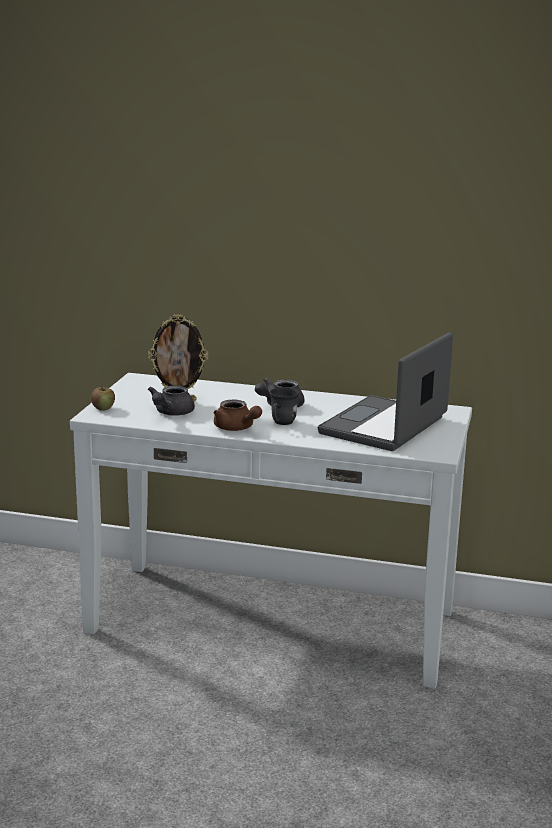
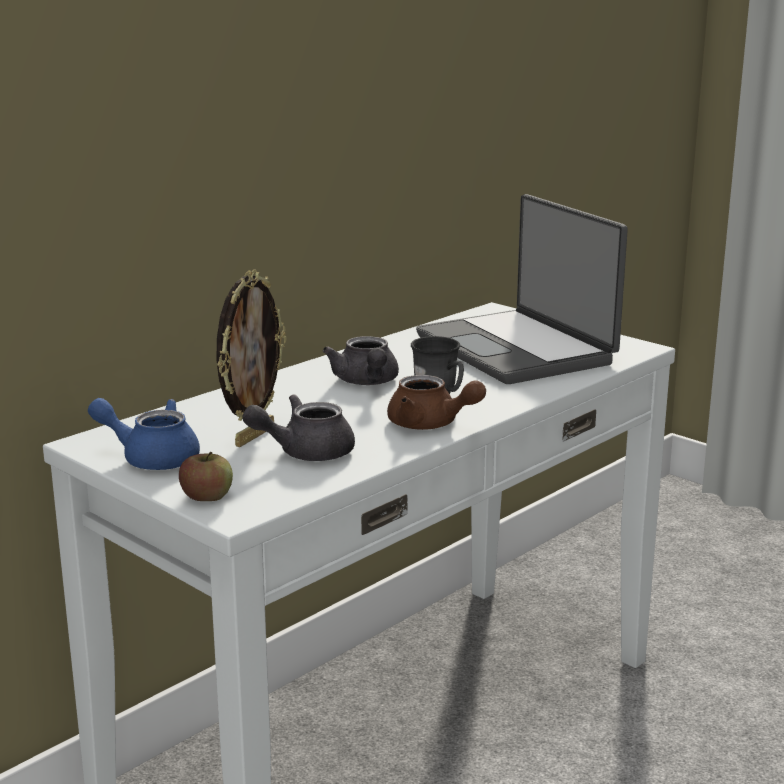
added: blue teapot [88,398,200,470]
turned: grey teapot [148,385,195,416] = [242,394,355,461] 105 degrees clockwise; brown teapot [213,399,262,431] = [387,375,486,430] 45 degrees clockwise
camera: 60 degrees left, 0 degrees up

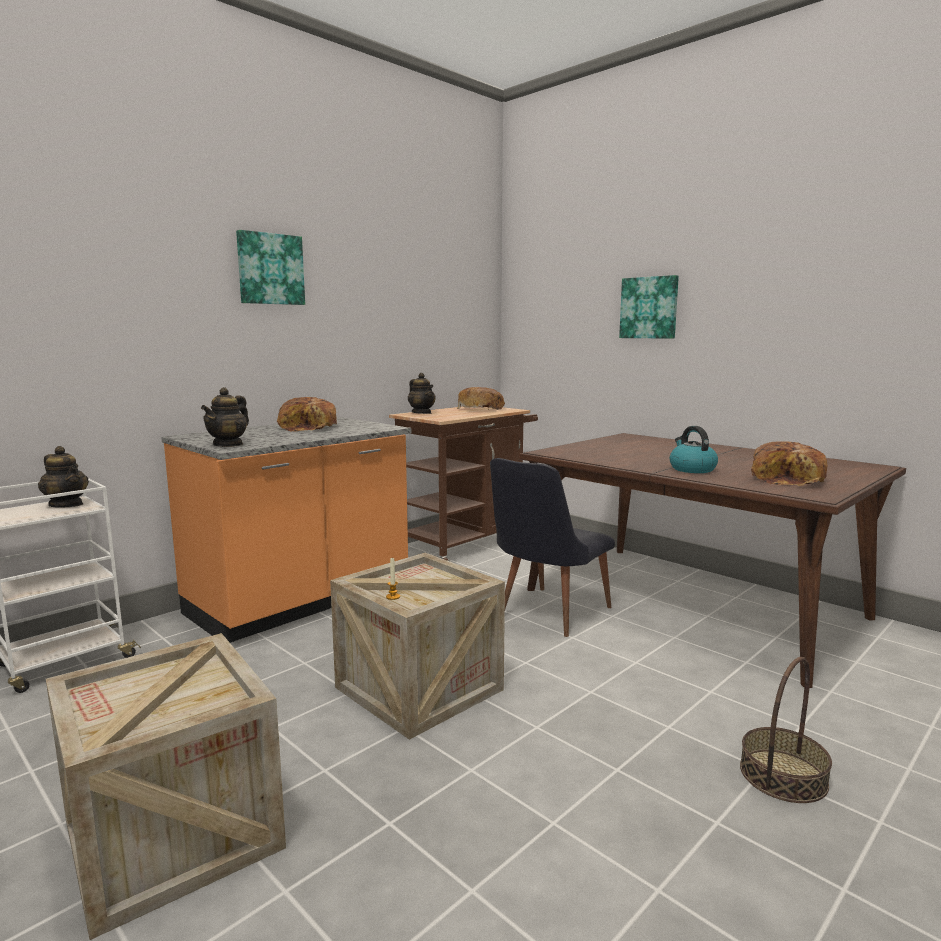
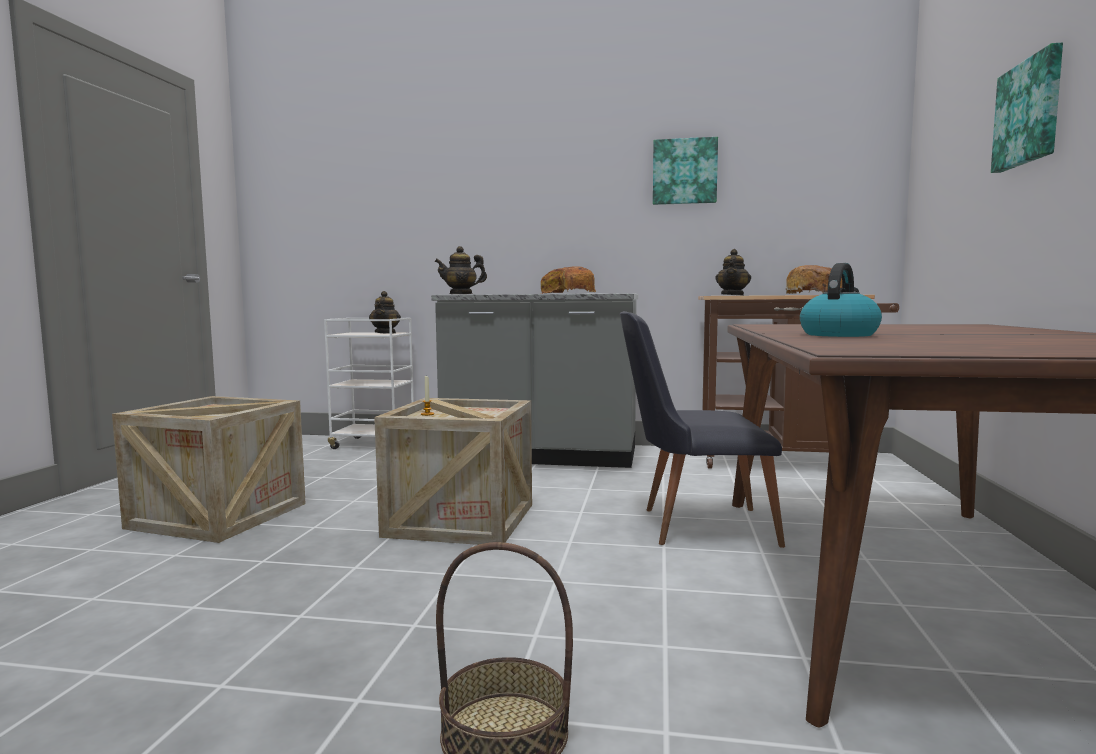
removed: bread [751,441,828,486]
moved: picture [236,230,305,305] to [653,137,718,205]
recoloured: orange counter [161,417,412,643] to grey counter [431,293,638,468]
camera: 55 degrees right, 5 degrees down

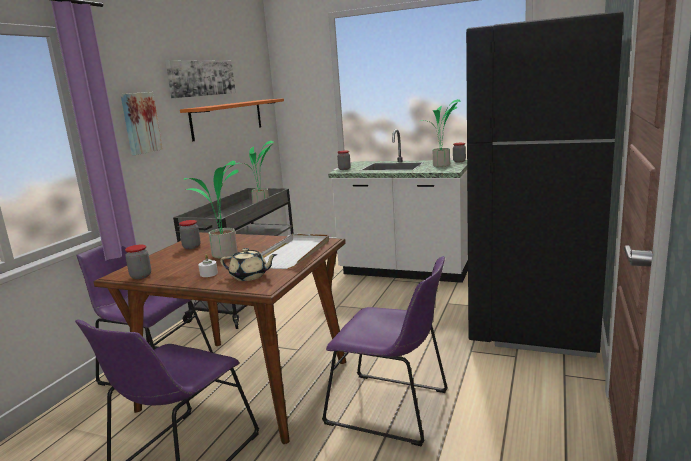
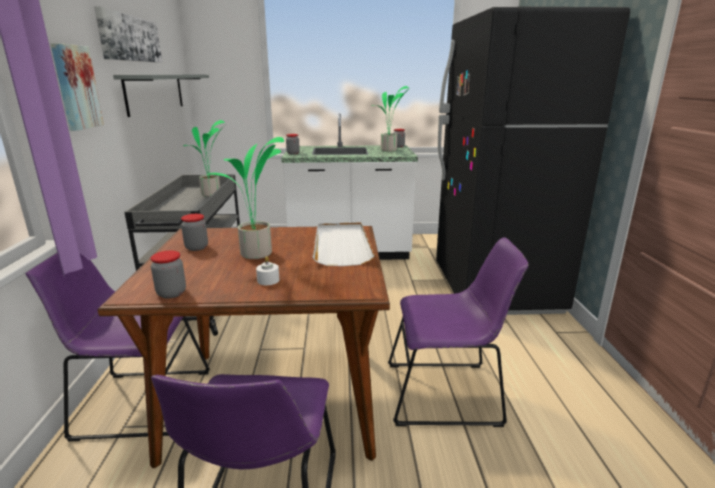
removed: beige teapot [220,248,277,281]
recoloured: orange shelf [180,98,284,141] to grey shelf [113,75,209,117]
camera: 25 degrees left, 5 degrees up

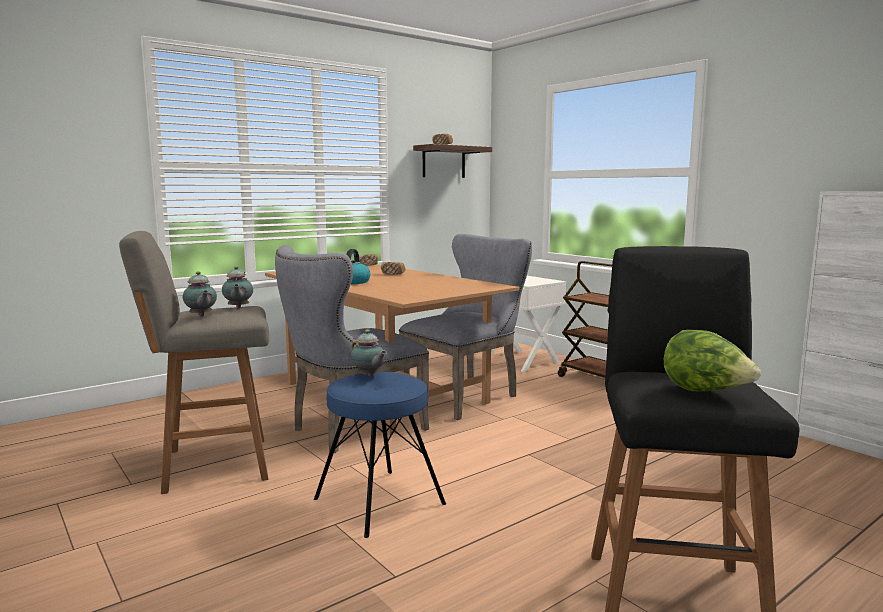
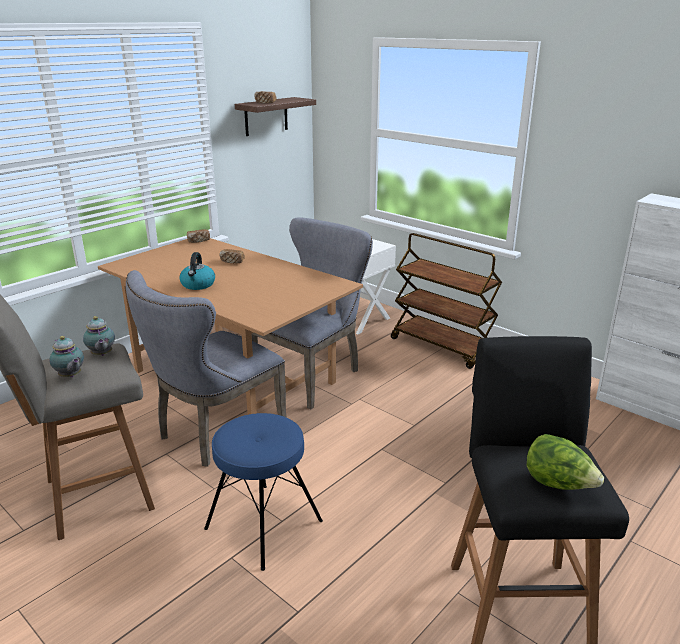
removed: teapot [351,330,387,377]
camera: 10 degrees left, 15 degrees up

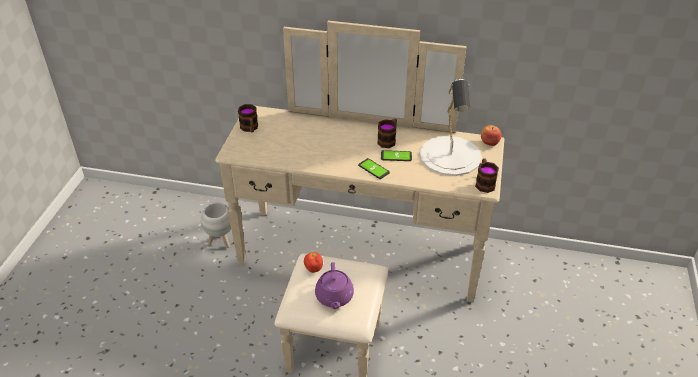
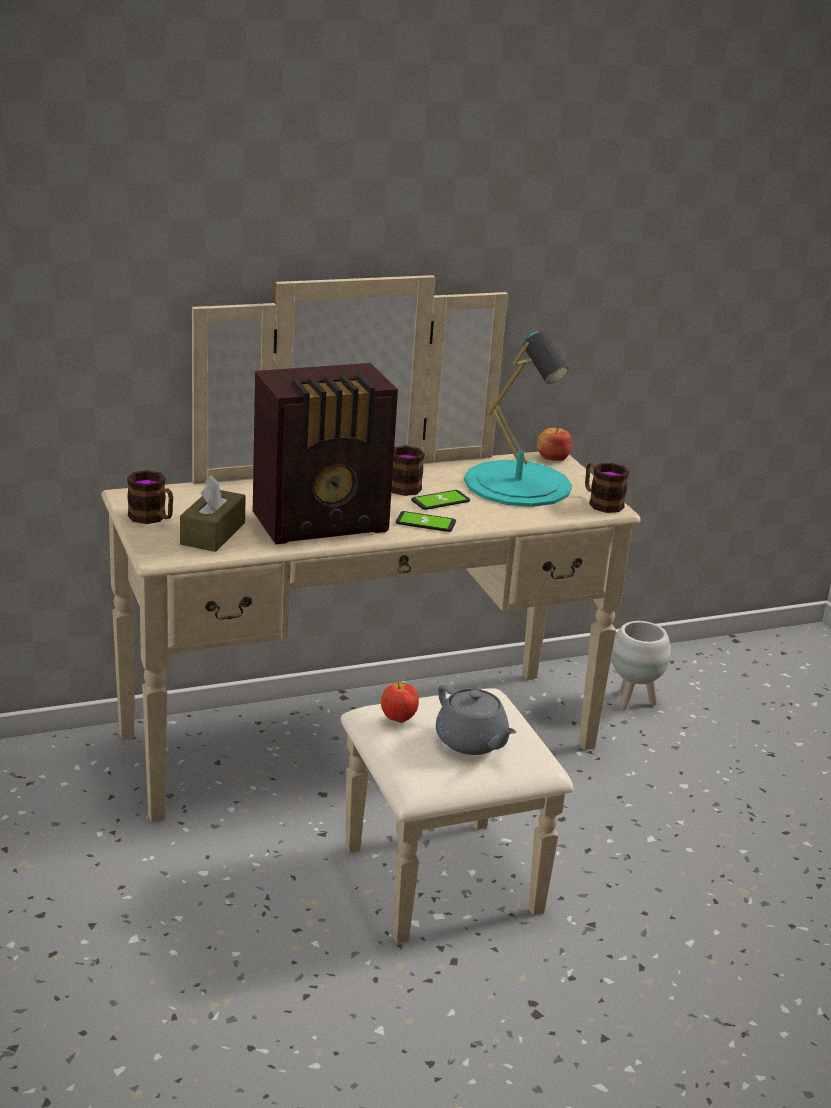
added: brown tissue box [180,476,246,552]; radio [253,363,398,544]
moved: white planter [201,202,231,248] to [611,621,671,710]
recoloured: purple teapot [315,262,354,309] to grey teapot [436,685,516,755]; white table lamp [420,78,482,176] to turquoise table lamp [464,331,572,507]
camera: 35 degrees left, 15 degrees down

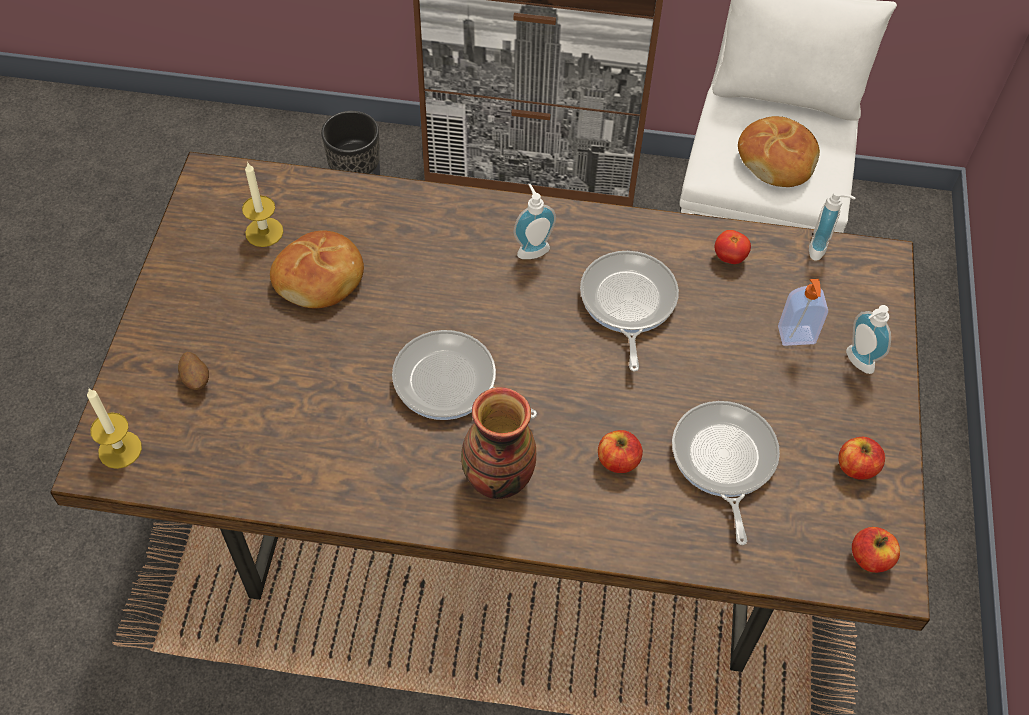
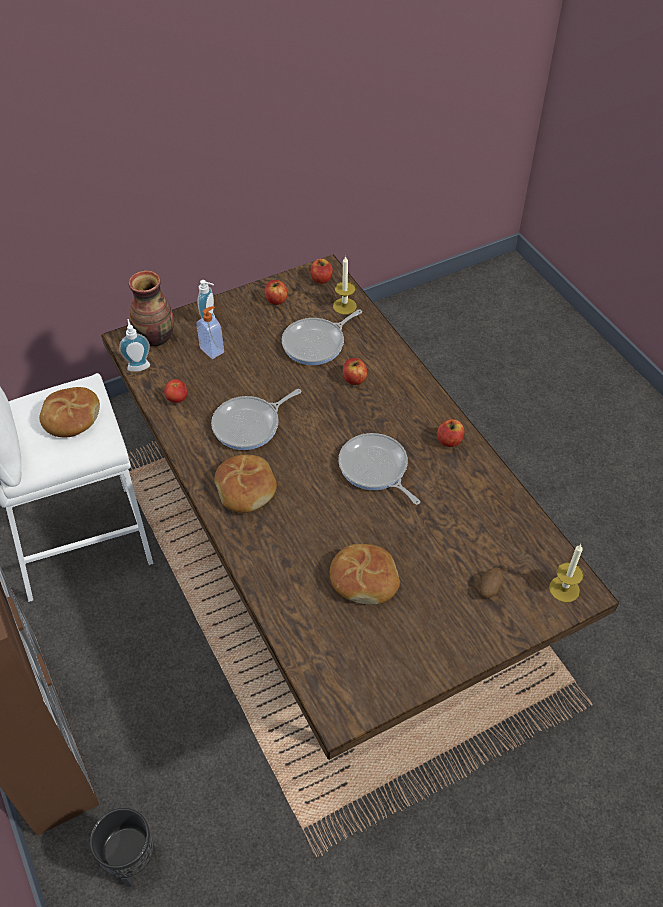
added: apple [437,419,464,447]
moved: vase [461,387,536,499] to [129,271,174,346]; candle [242,162,283,247] to [333,256,357,315]
replaced: soap dispenser [514,184,556,259] to bread [214,454,277,513]
turned: frying pan [392,330,537,420] = [338,433,420,505] 150 degrees clockwise
camera: 125 degrees left, 5 degrees down

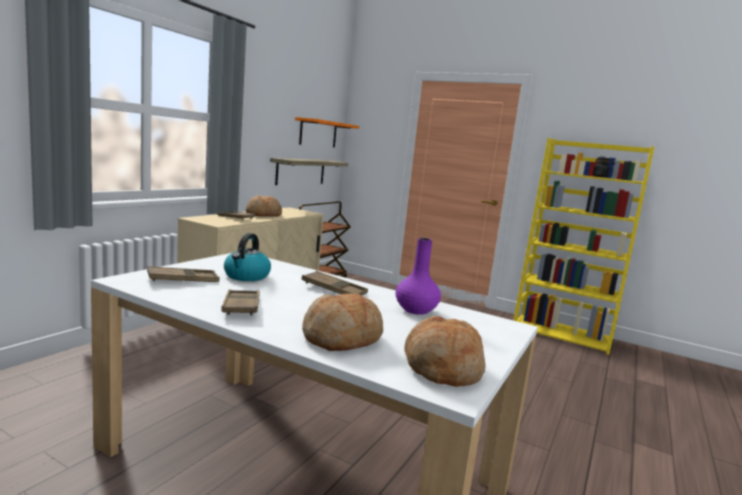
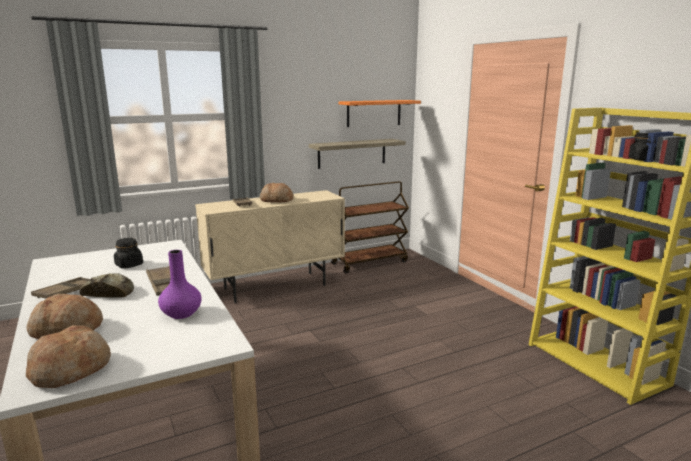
removed: brown tray [147,266,219,282]
added: bread [79,273,134,297]
replaced: kettle [224,233,271,281] to black jar [114,238,143,269]
camera: 35 degrees right, 5 degrees up

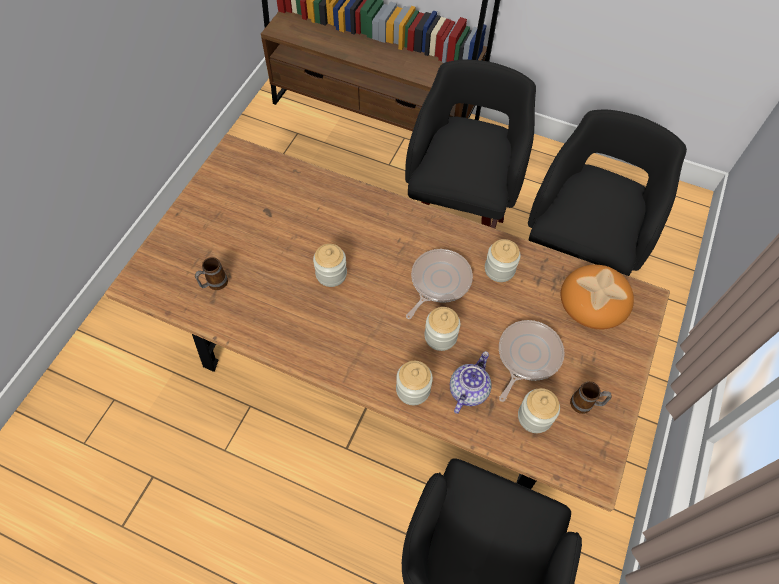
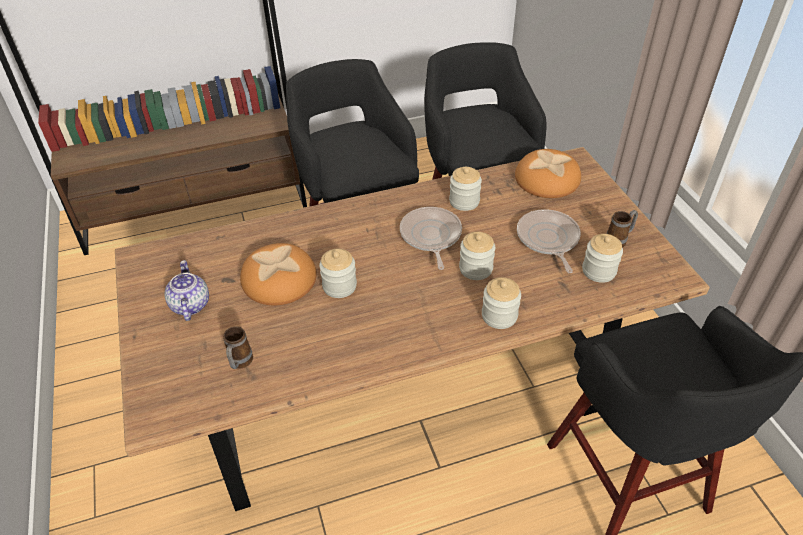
added: bread [240,243,317,305]
moved: teapot [450,351,492,414] to [165,260,209,321]
camera: 40 degrees left, 15 degrees down

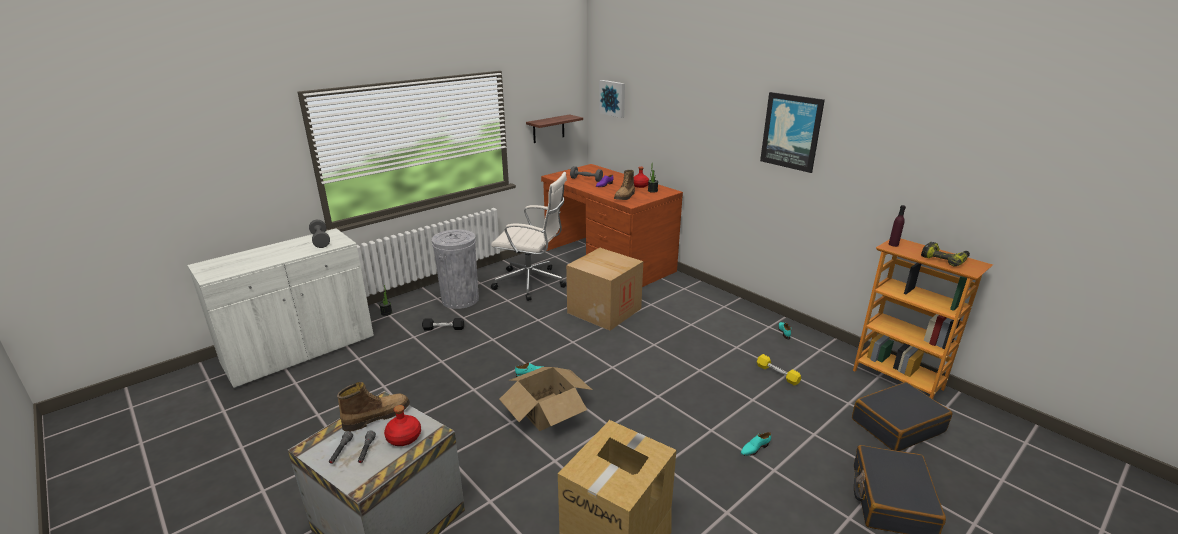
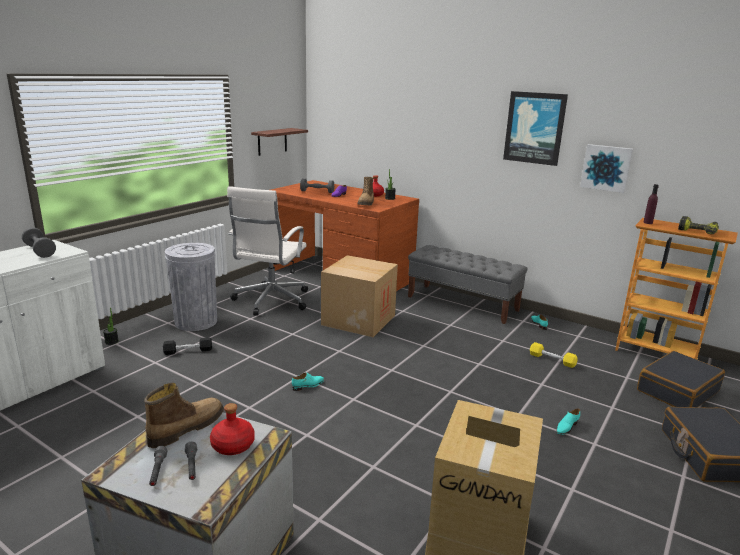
removed: cardboard box [499,367,592,431]
added: grey bench [408,245,528,324]
moved: picture [599,80,625,118] to [580,144,633,193]
turned: white office chair [491,172,567,301] = [227,186,308,316] 105 degrees clockwise
camera: 15 degrees left, 5 degrees down

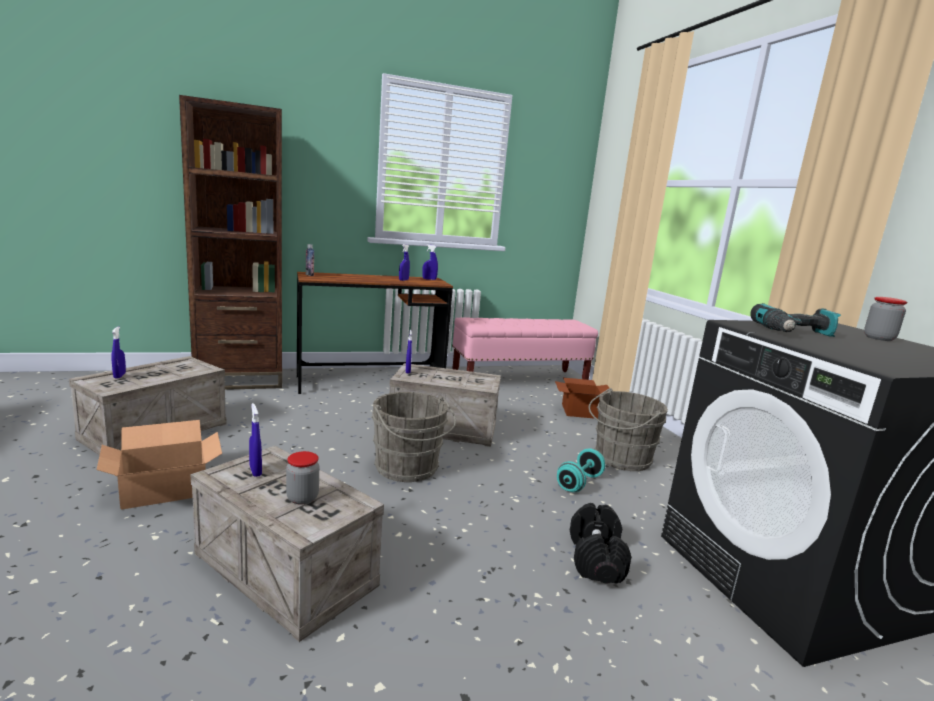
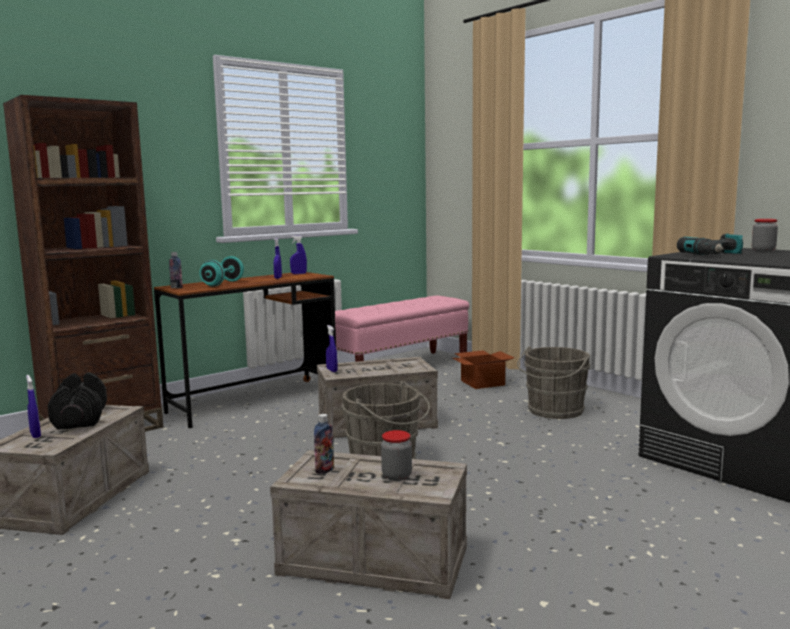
removed: cardboard box [96,420,222,510]
moved: black dumbbell [570,503,631,583] to [48,372,107,430]; turquoise dumbbell [557,448,605,492] to [199,256,244,287]
replaced: blue spray bottle [249,403,262,477] to bottle [314,414,334,474]
camera: 20 degrees left, 5 degrees down

